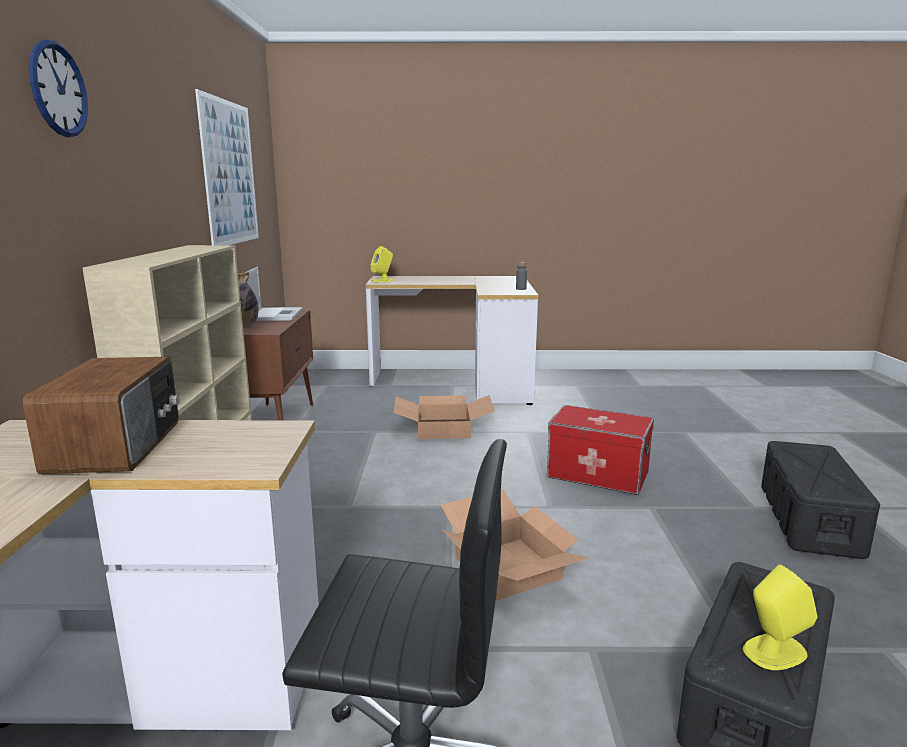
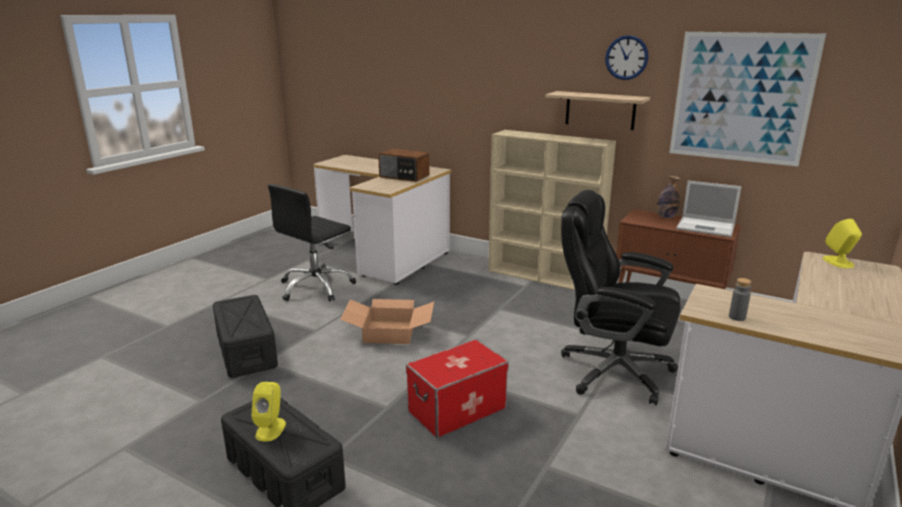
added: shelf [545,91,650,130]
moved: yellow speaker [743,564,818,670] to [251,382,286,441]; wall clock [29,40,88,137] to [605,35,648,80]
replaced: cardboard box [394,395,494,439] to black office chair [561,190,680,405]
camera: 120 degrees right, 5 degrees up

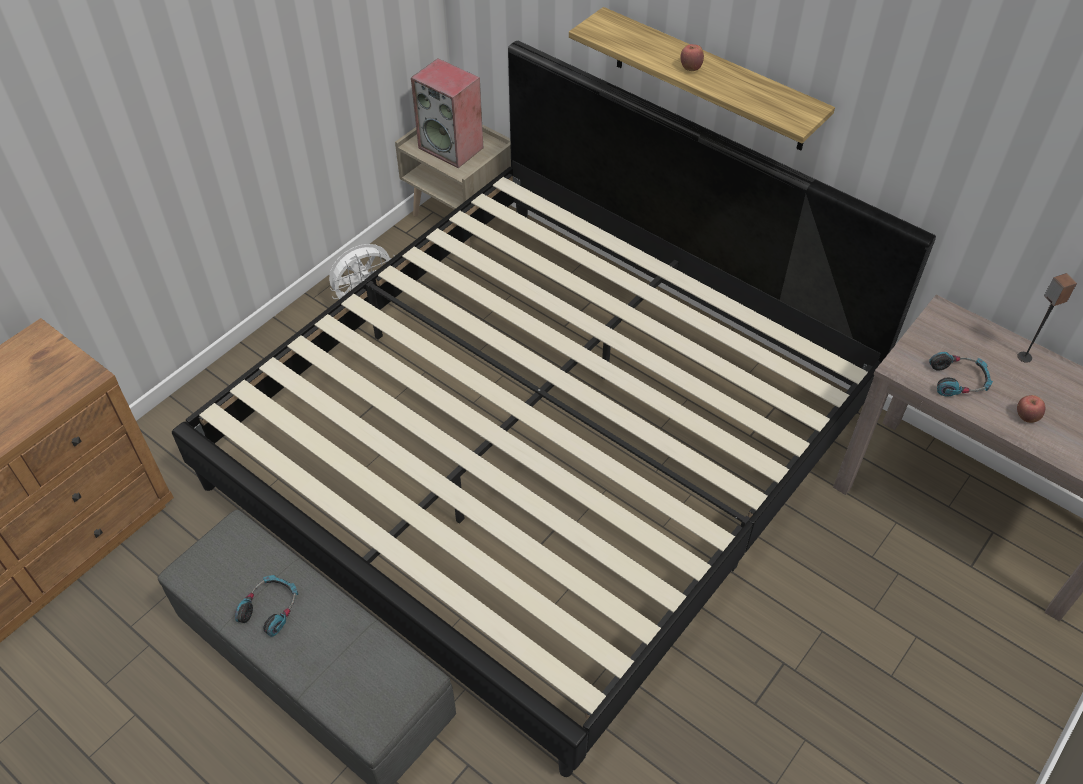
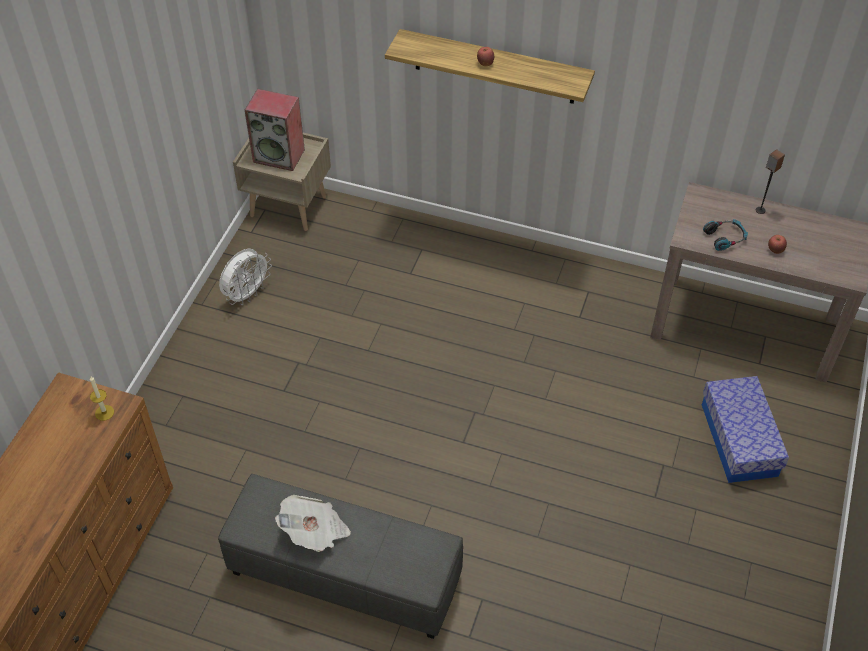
removed: bed [172,41,936,777]
added: candle [90,377,114,421]; storage box [702,376,789,483]
replaced: headphones [235,575,298,637] to newspaper [275,495,351,552]
camera: 20 degrees left, 0 degrees up

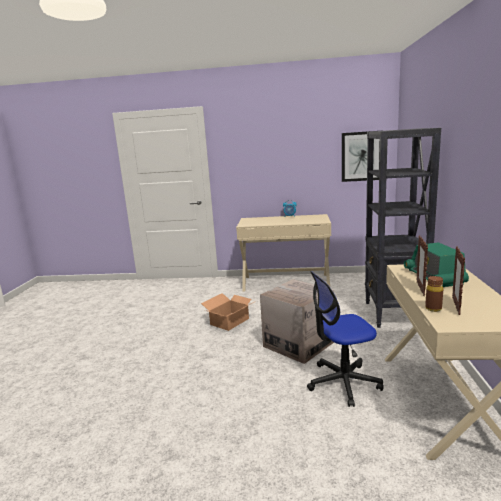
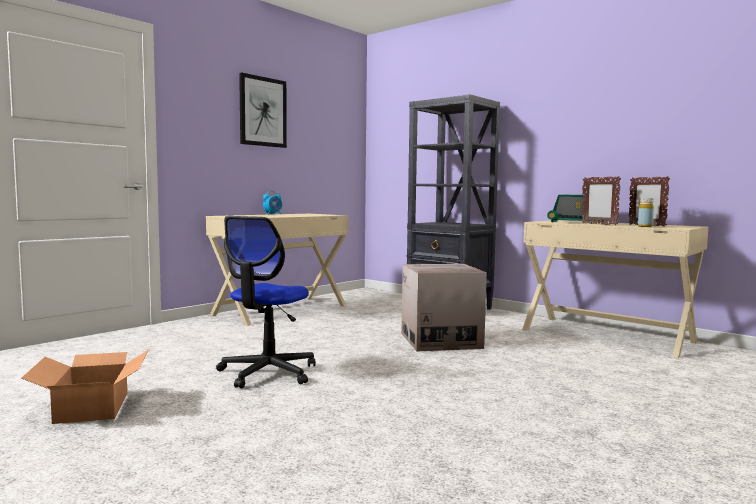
moved: cardboard box [201,293,256,331] to [21,350,148,424]; office chair [307,271,384,407] to [216,216,316,388]; picture [342,131,380,182] to [239,72,287,148]
recoloured: brown bottle [425,276,443,312] to yellow bottle [638,198,654,227]
camera: 55 degrees left, 10 degrees down

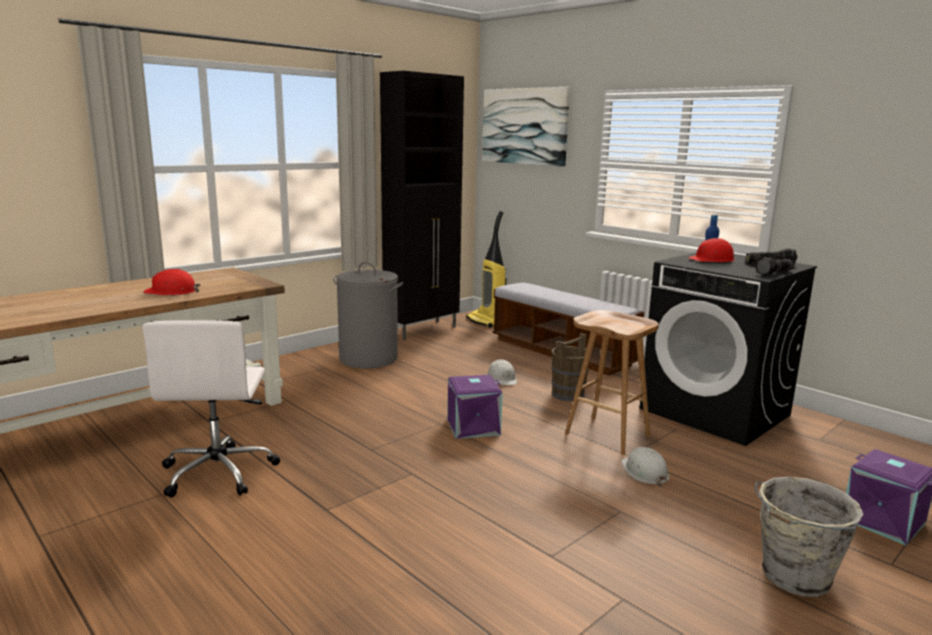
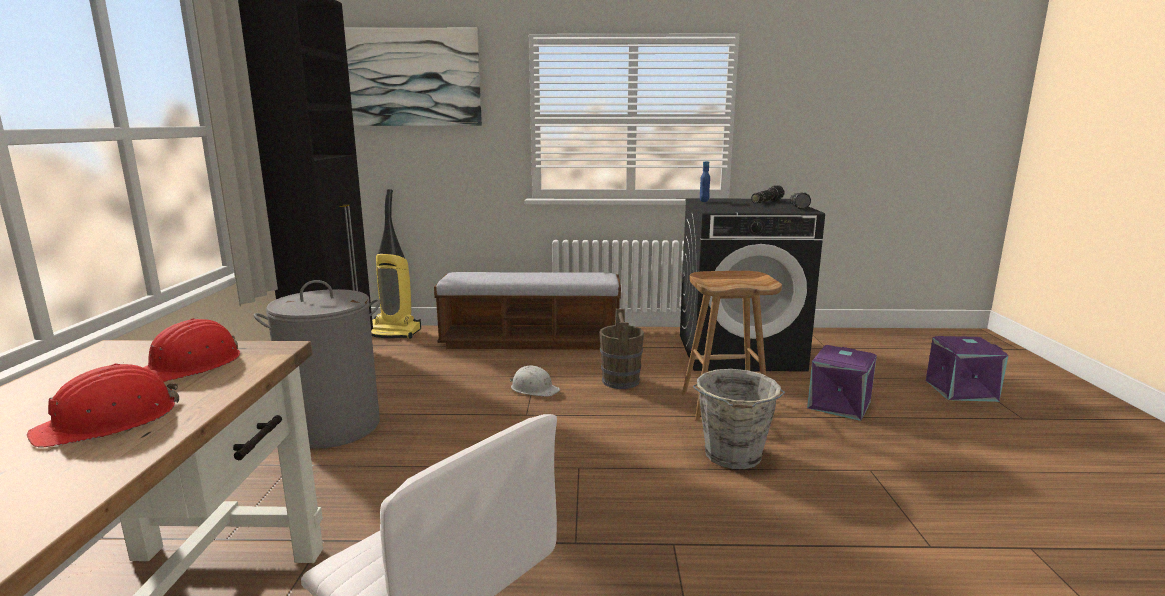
removed: white hard hat [621,447,669,486]
moved: red hard hat [688,238,735,262] to [143,318,240,382]; grey bucket [755,477,864,597] to [693,369,785,469]; purple storage box [447,375,503,439] to [807,345,877,421]
camera: 45 degrees left, 0 degrees up

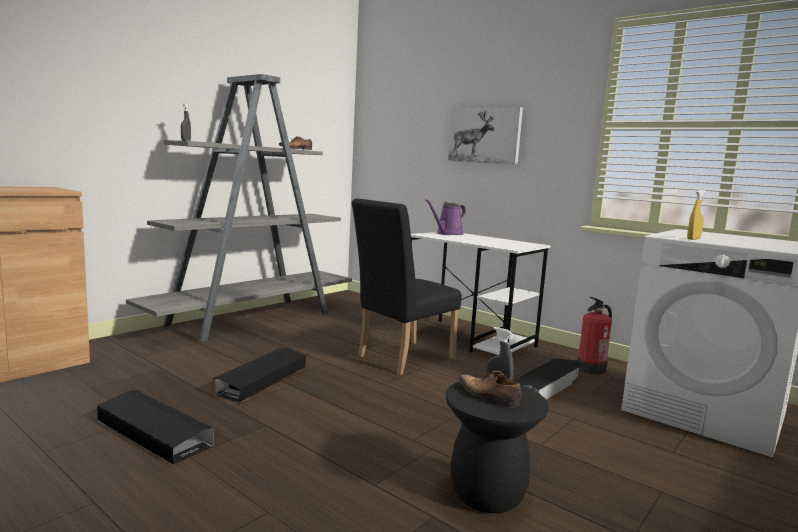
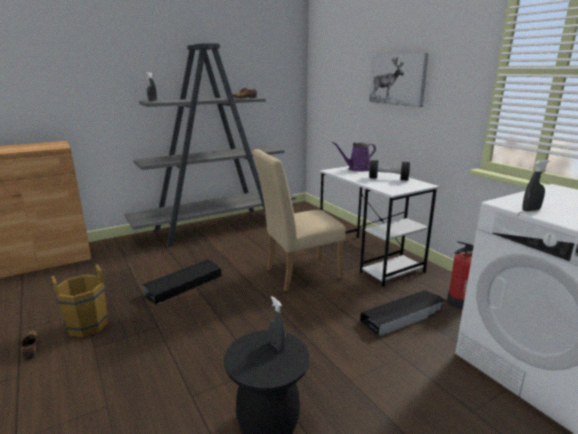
added: black dumbbell [369,160,410,181]
moved: shoe [459,370,521,408] to [21,330,40,360]
replaced: black storage box [97,390,214,465] to brown bucket [50,264,108,338]
recoloured: black chair [351,198,462,375] to beige chair [252,149,346,291]; yellow spray bottle [687,190,706,240] to grey spray bottle [522,160,549,211]
camera: 20 degrees right, 10 degrees up

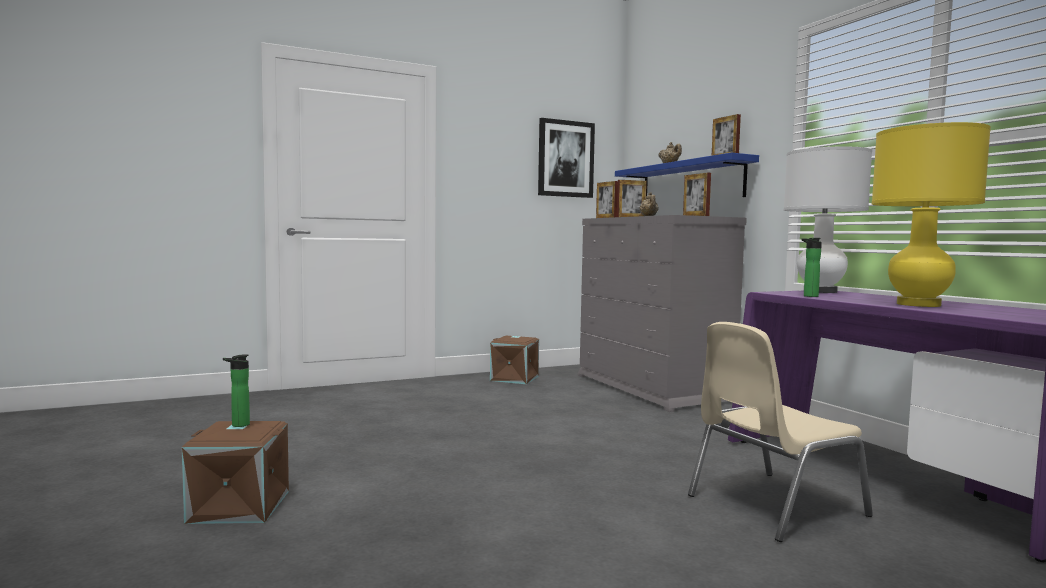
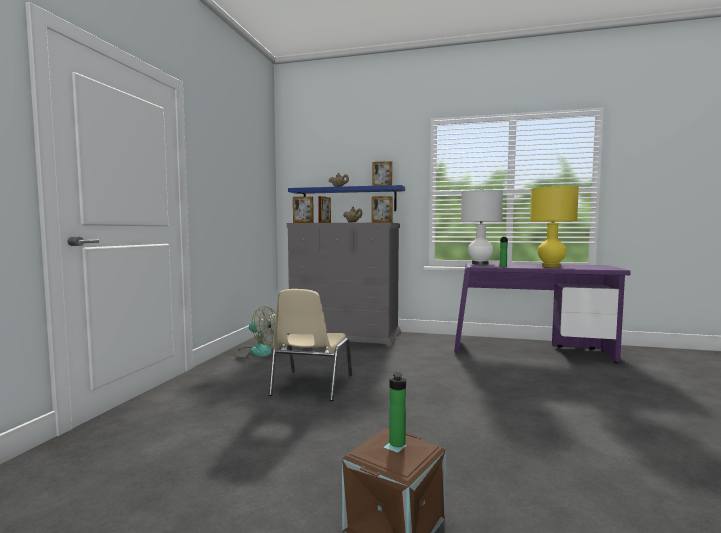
removed: picture [538,118,595,198]
moved: beige chair [688,322,873,542] to [269,289,352,401]
replaced: brown storage box [490,336,539,384] to fan [233,306,276,358]
camera: 50 degrees left, 0 degrees up

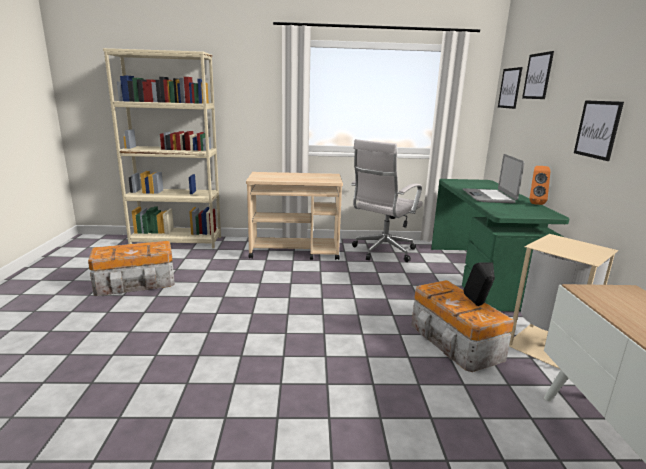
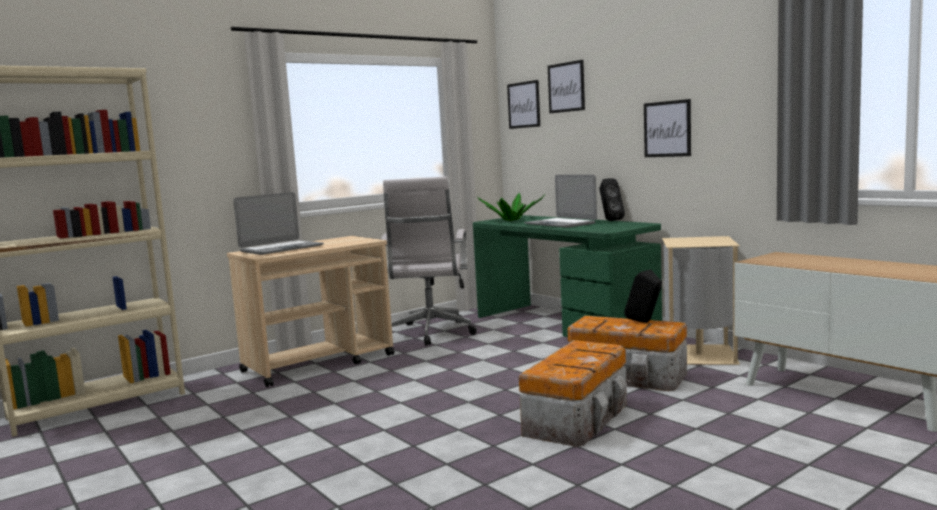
added: laptop [233,192,324,255]; potted plant [477,193,545,221]
moved: storage box [88,241,175,296] to [519,340,627,447]
recoloured: orange speaker [530,166,550,205] to black speaker [599,178,625,221]
camera: 35 degrees left, 10 degrees down

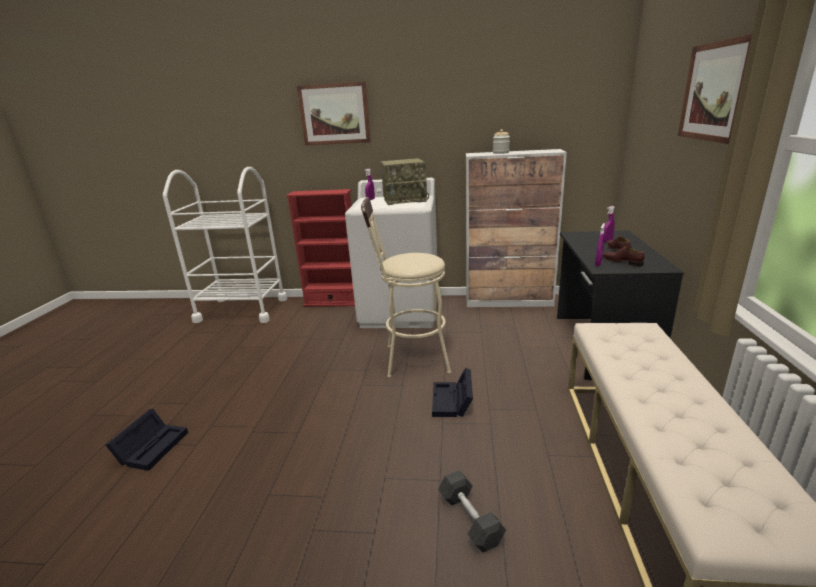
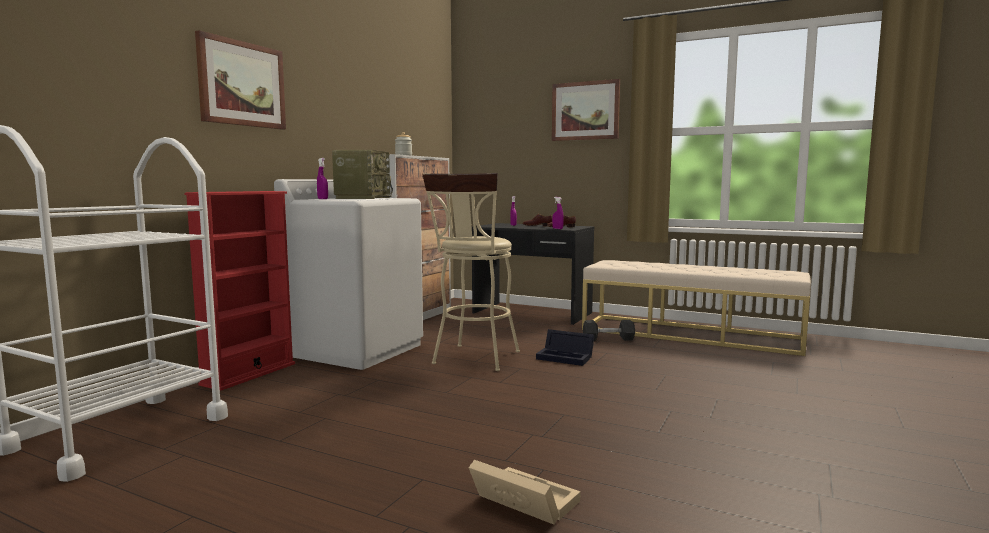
moved: grey dumbbell [438,470,506,552] to [583,320,635,341]
recoloured: black storage box [106,408,188,471] to beige storage box [468,460,580,525]
camera: 70 degrees left, 15 degrees down

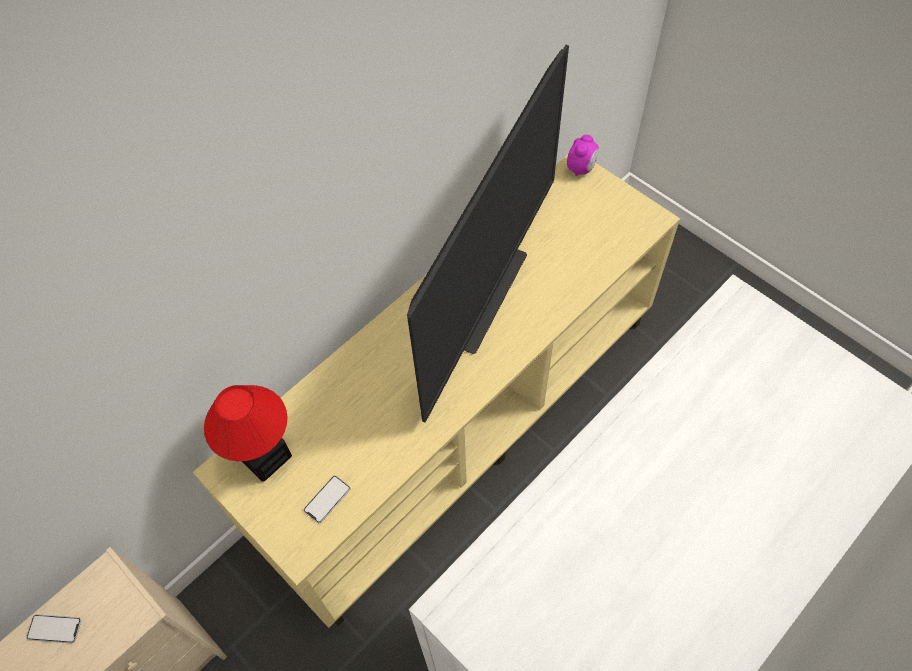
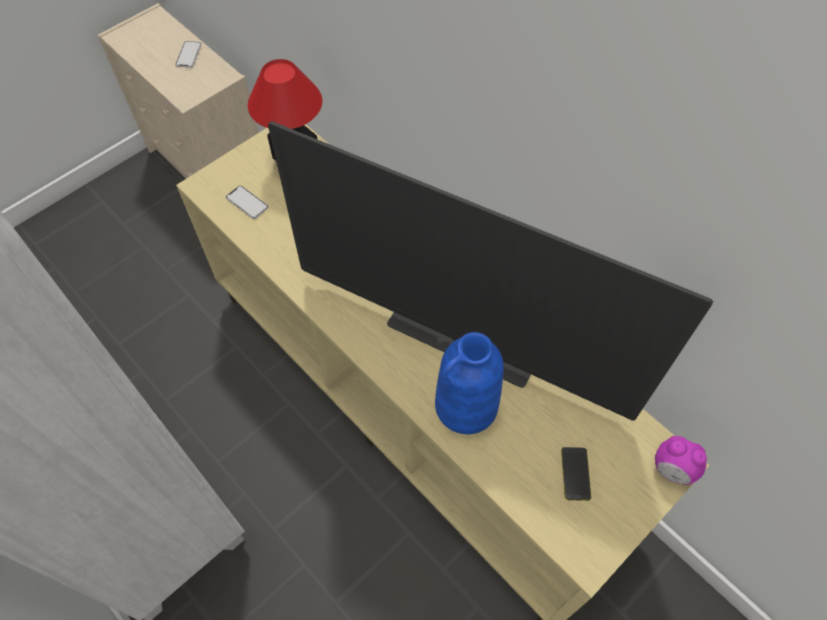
added: blue vase [435,332,504,434]; phone [561,447,591,501]
camera: 90 degrees right, 0 degrees up

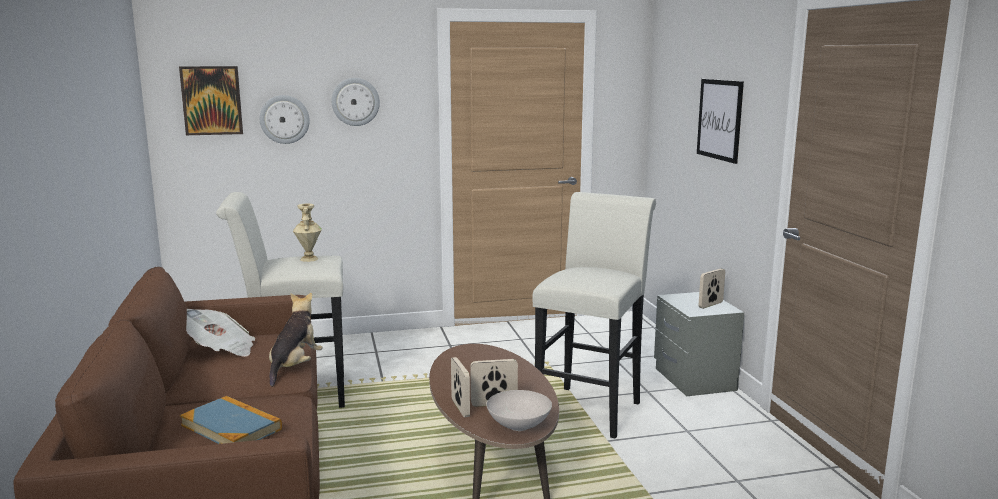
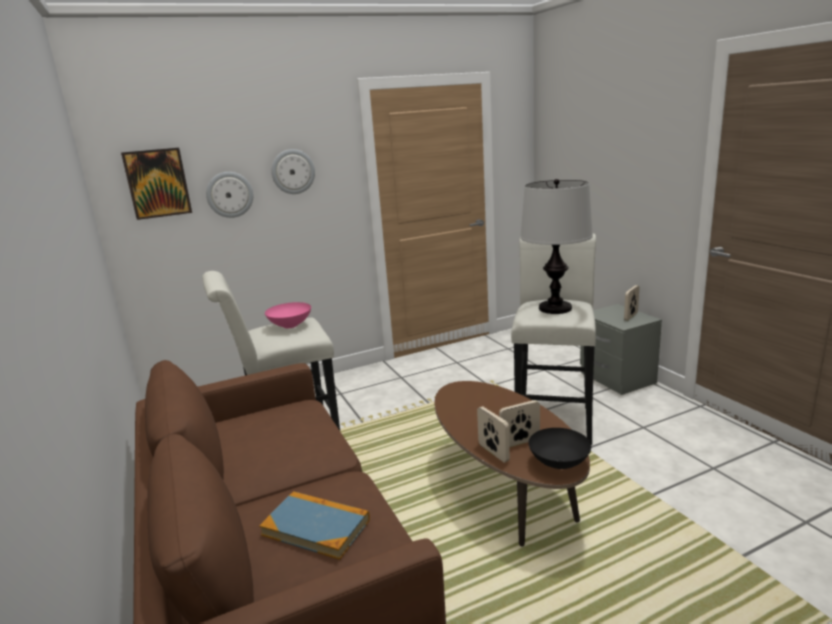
removed: newspaper [186,309,255,357]; plush toy [269,293,323,387]; picture [697,79,744,164]
added: table lamp [520,179,593,314]
replaced: beige vase [293,204,322,262] to pink bowl [265,302,311,328]
recoloured: white bowl [487,390,552,431] to black bowl [528,428,591,469]
camera: 10 degrees left, 5 degrees up

